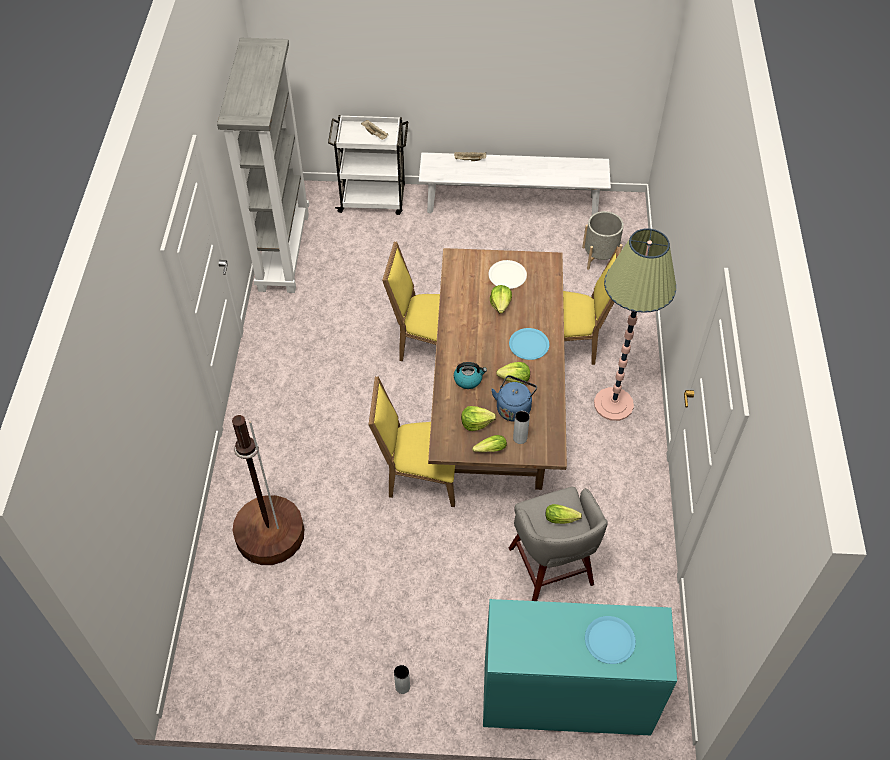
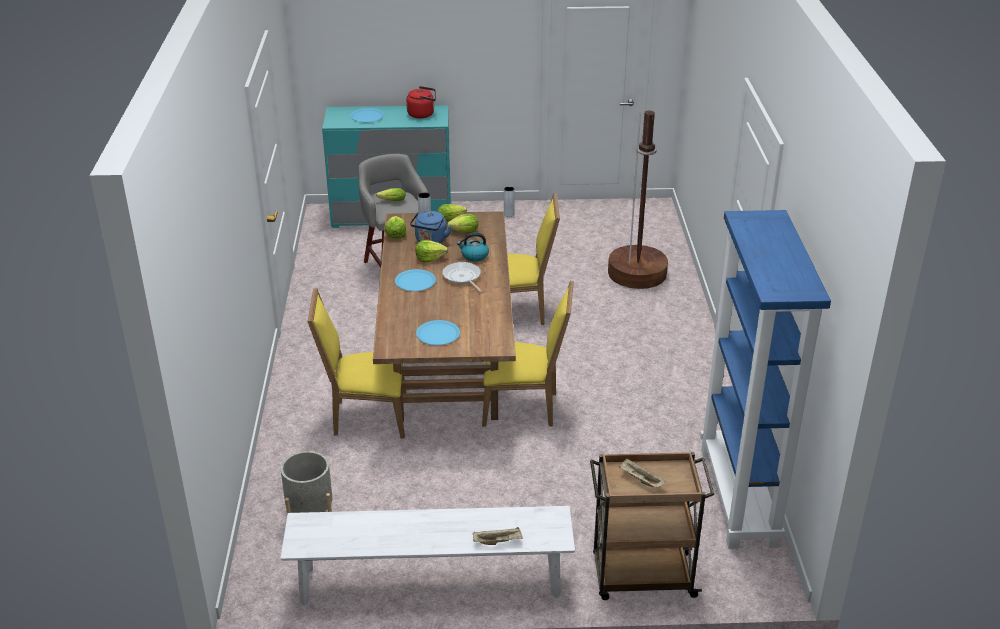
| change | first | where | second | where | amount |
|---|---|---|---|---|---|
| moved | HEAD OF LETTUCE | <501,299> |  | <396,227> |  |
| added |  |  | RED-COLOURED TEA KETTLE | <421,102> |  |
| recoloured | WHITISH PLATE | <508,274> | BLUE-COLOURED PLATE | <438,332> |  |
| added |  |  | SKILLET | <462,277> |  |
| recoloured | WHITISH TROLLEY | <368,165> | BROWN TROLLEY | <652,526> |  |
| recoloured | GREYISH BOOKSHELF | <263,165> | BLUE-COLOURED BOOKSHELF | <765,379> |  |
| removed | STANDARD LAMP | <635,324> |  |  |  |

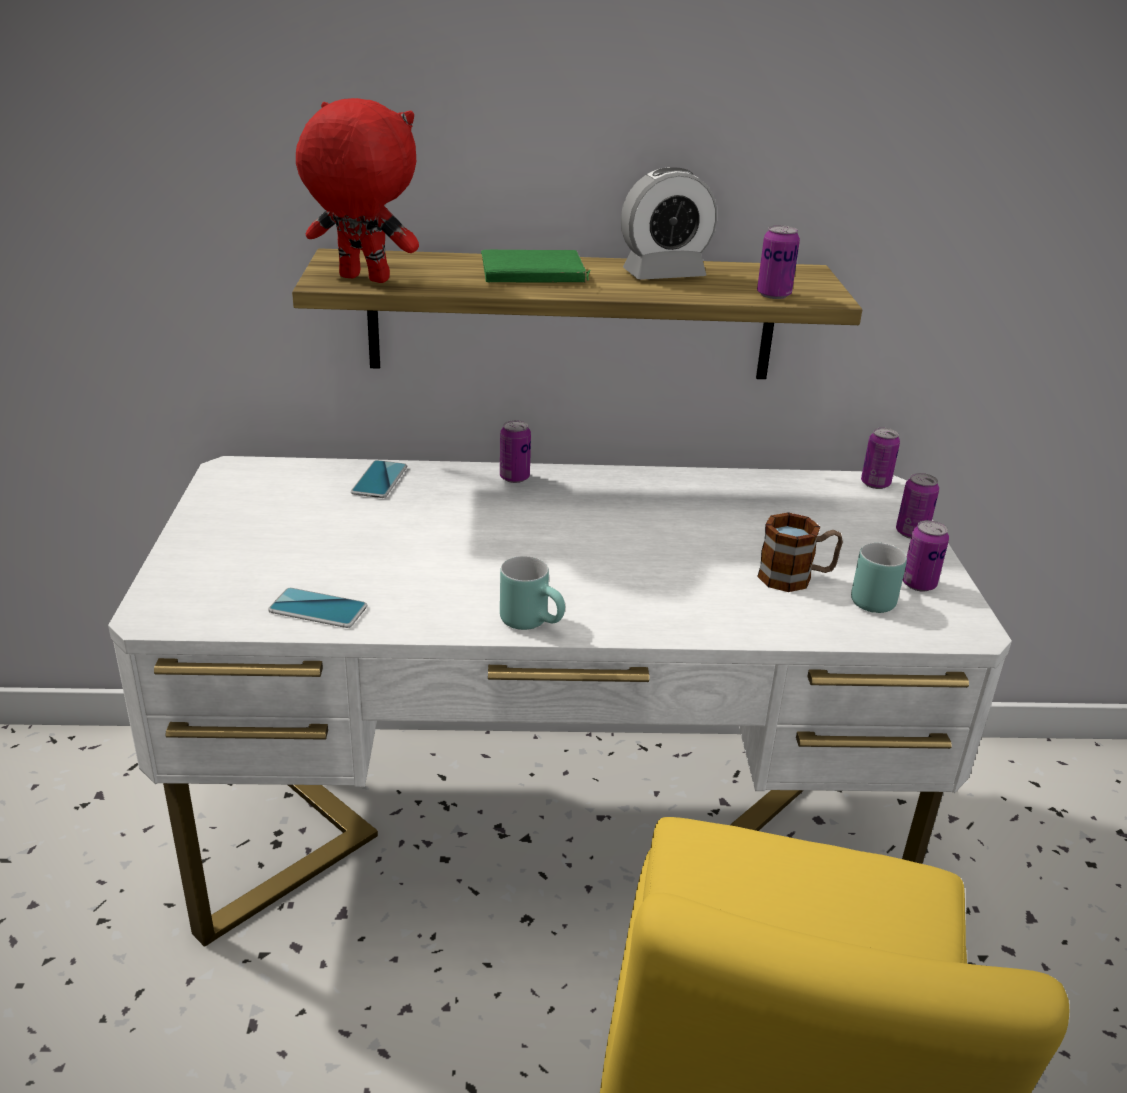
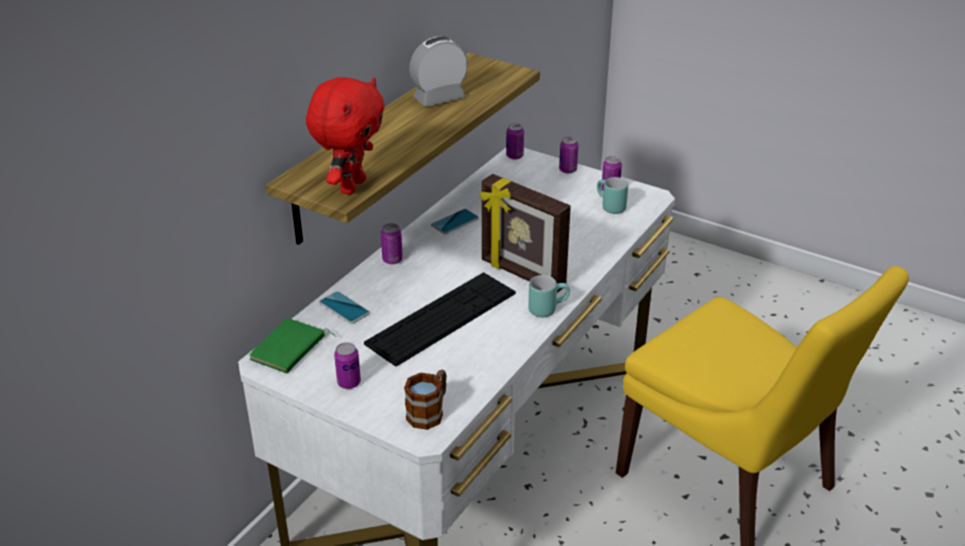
| change | first | where | second | where | amount |
|---|---|---|---|---|---|
| moved | GREENISH BOOK | <536,266> |  | <292,346> |  |
| turned | RED-COLOURED PLUSH TOY | <357,190> |  | <345,135> | 150 degrees clockwise |
| moved | SEALED CAN | <778,262> |  | <347,365> |  |
| added |  |  | KEYBOARD | <440,319> |  |
| moved | COFFEE MUG | <800,552> |  | <425,400> |  |
| turned | TABLE CLOCK | <669,223> |  | <438,71> | 135 degrees counterclockwise |
| moved | PHONE | <317,608> |  | <455,221> |  |
| added |  |  | STANDING FRAME | <525,233> |  |

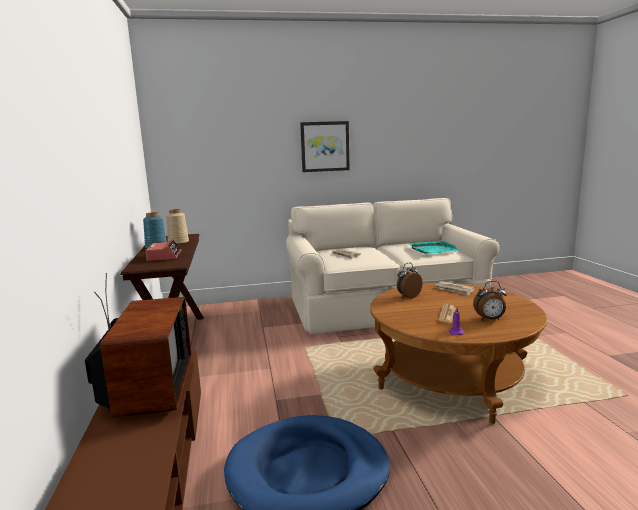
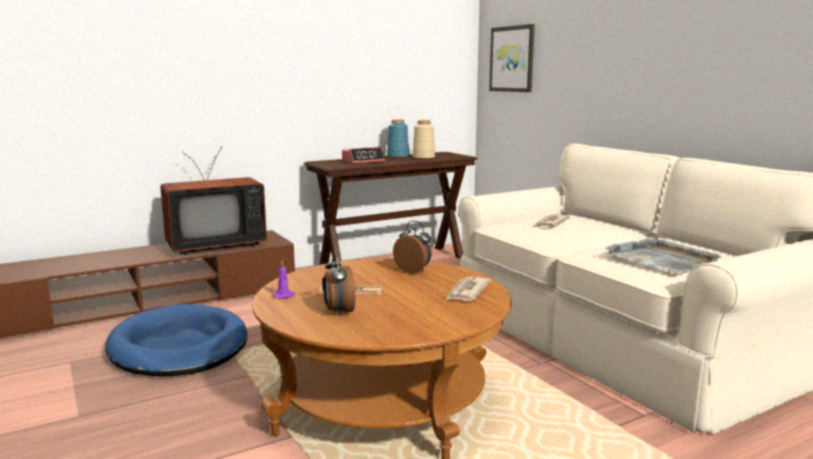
| change | first | where | second | where | amount |
|---|---|---|---|---|---|
| moved | PICTURE | <325,146> |  | <512,58> |  |
| recoloured | BLUE-GREEN SERVING TRAY | <434,247> | GREYISH SERVING TRAY | <663,255> |  |

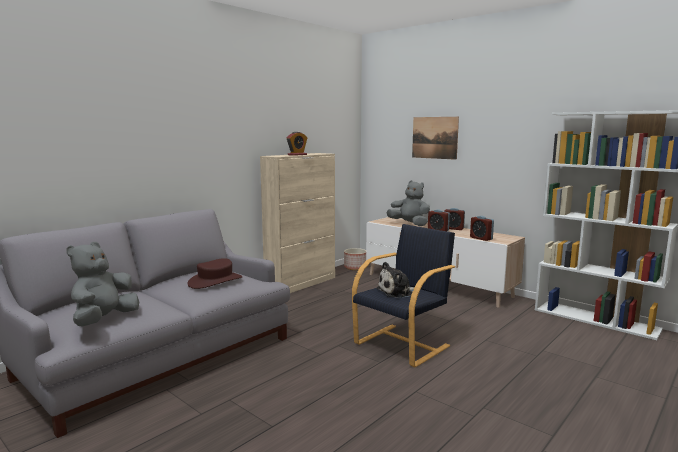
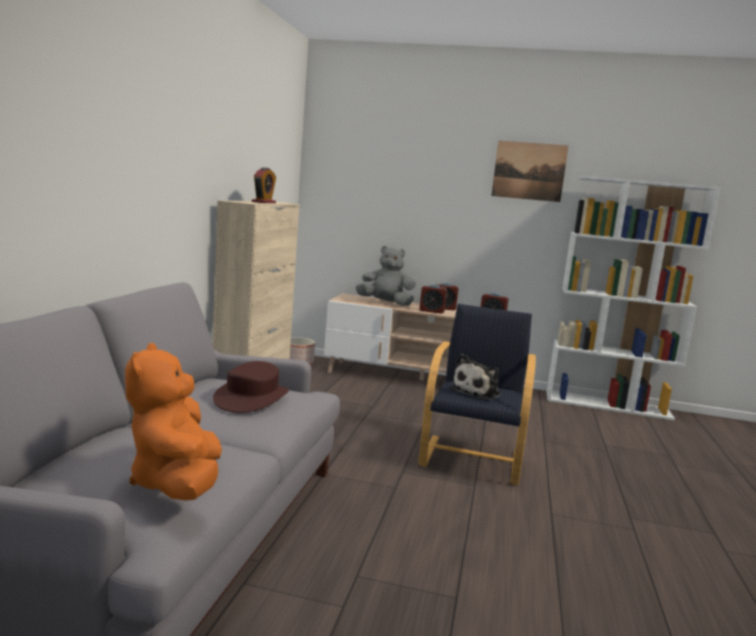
| change | first | where | second | where | amount |
|---|---|---|---|---|---|
| recoloured | GREYISH PLUSH TOY | <102,284> | ORANGE-COLOURED PLUSH TOY | <173,421> |  |
| moved | PICTURE | <435,138> |  | <530,171> |  |

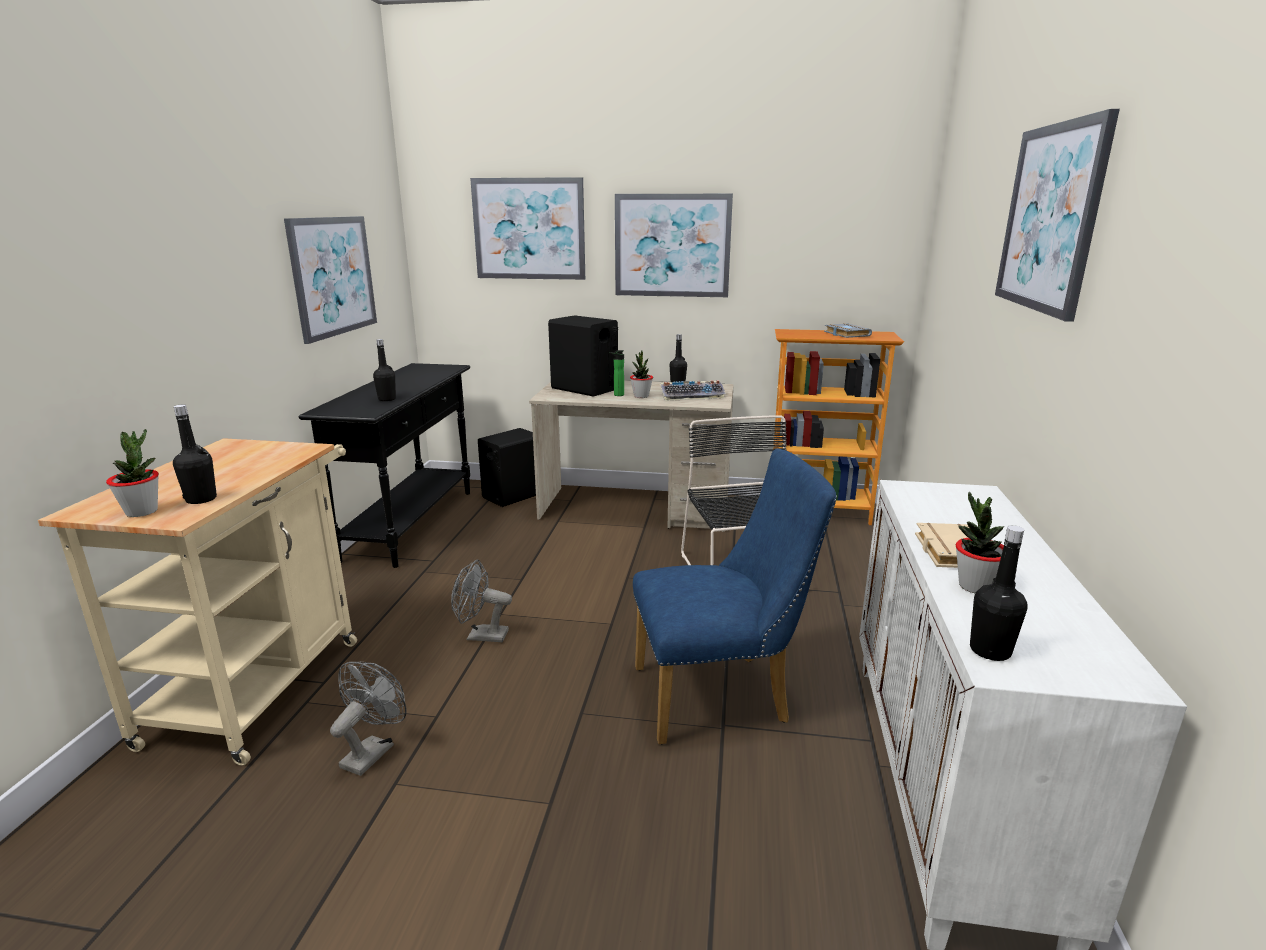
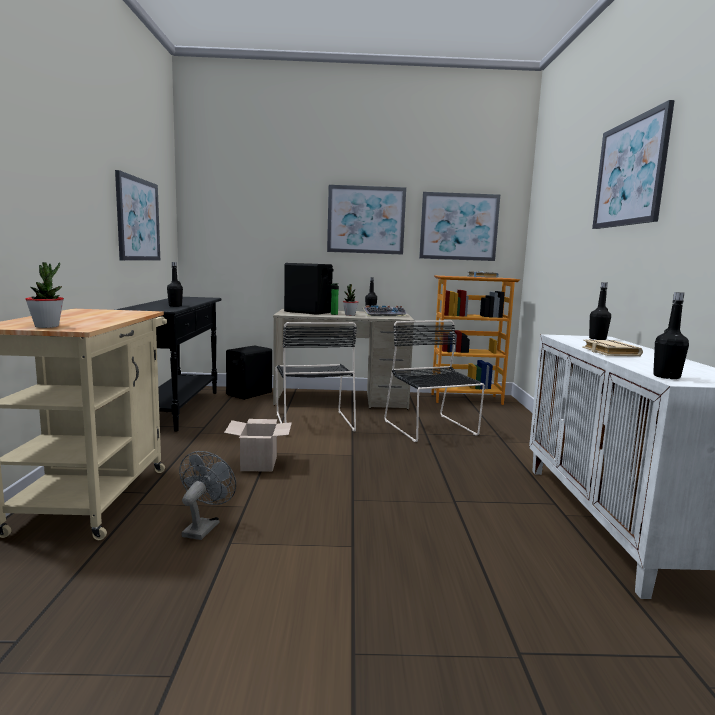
| change | first | where | second | where | amount |
|---|---|---|---|---|---|
| replaced | GREYISH ELECTRIC FAN | <481,601> | CARTON | <258,445> |  |
| added |  |  | BLACK CHAIR | <316,376> |  |
| moved | PICTURE | <527,228> |  | <459,226> |  |
| moved | BLACK BOTTLE | <195,454> |  | <600,311> |  |
| removed | BLUE-COLOURED CHAIR | <735,596> |  |  |  |
| removed | PLANT IN A POT | <980,542> |  |  |  |

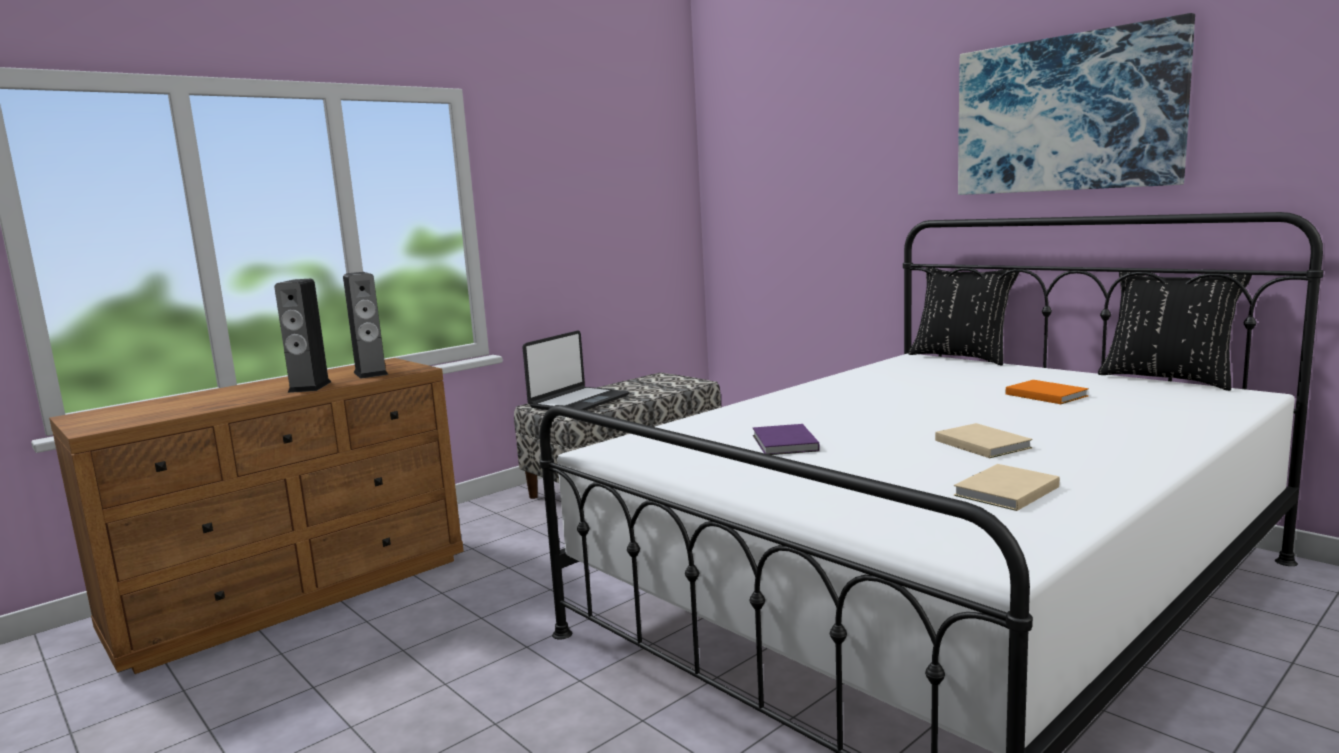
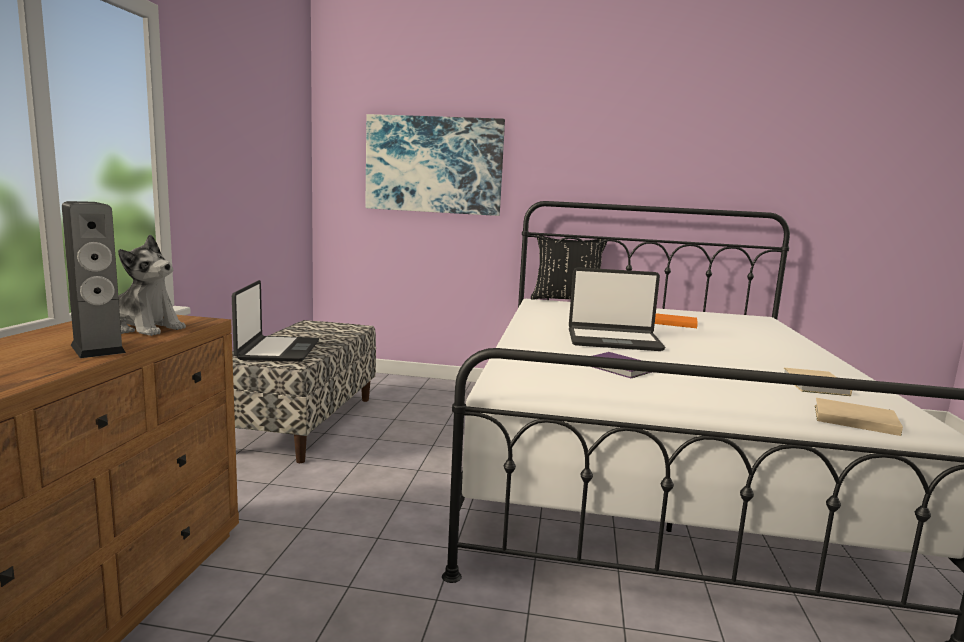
| change | first | where | second | where | amount |
|---|---|---|---|---|---|
| replaced | AUDIO SPEAKER | <365,325> | PLUSH TOY | <152,285> |  |
| moved | PICTURE | <1076,104> |  | <435,165> |  |
| added |  |  | PORTABLE COMPUTER | <617,309> |  |
| moved | BEIGE BOOK | <984,440> |  | <859,417> |  |
| removed | BLACK PILLOW | <1175,331> |  |  |  |

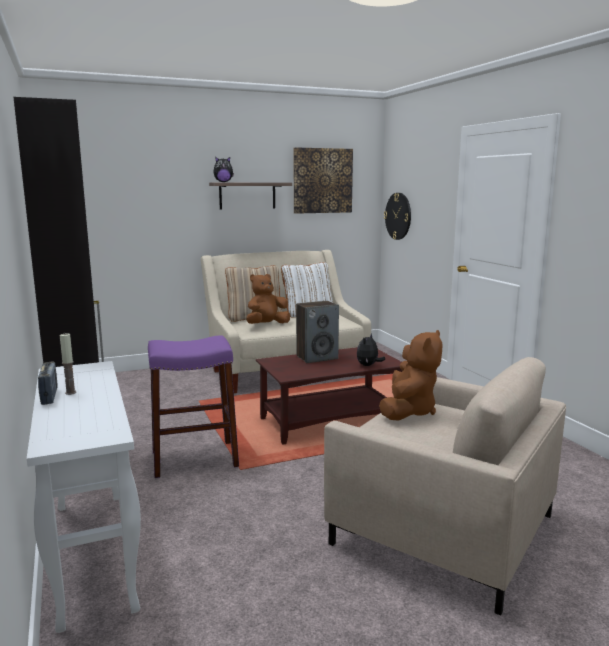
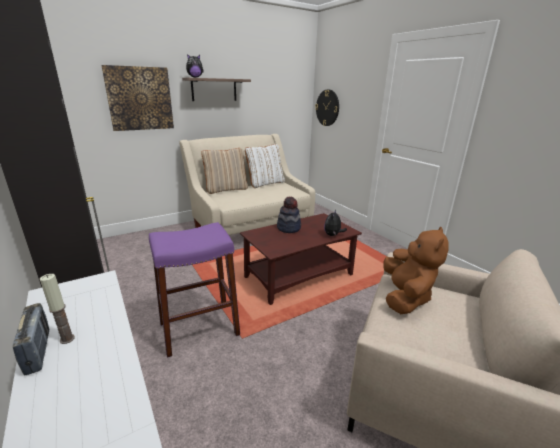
| change | first | where | second | where | amount |
|---|---|---|---|---|---|
| moved | PICTURE | <323,180> |  | <137,98> |  |
| replaced | AUDIO SPEAKER | <317,332> | CLOTHING HAT | <289,214> |  |
| removed | BROWN PLUSH TOY | <268,299> |  |  |  |

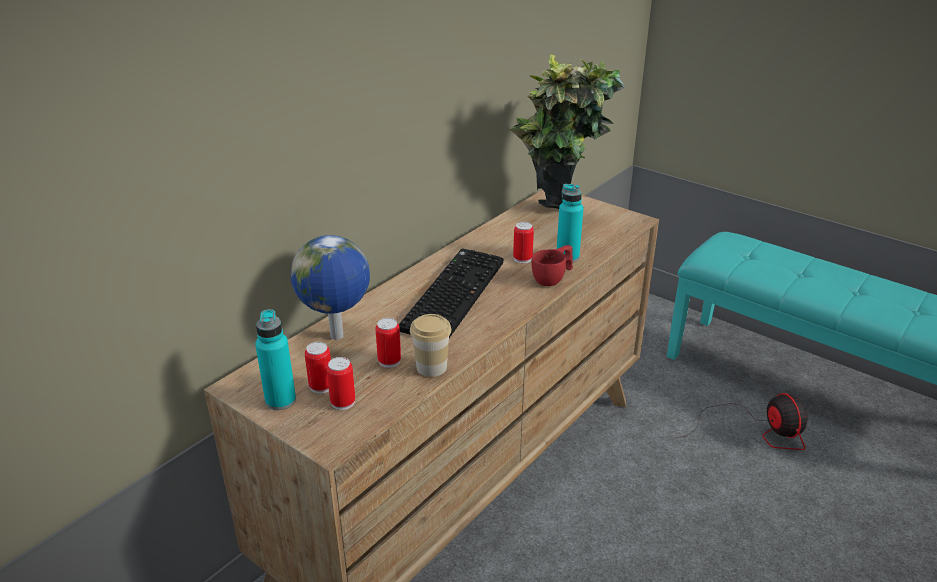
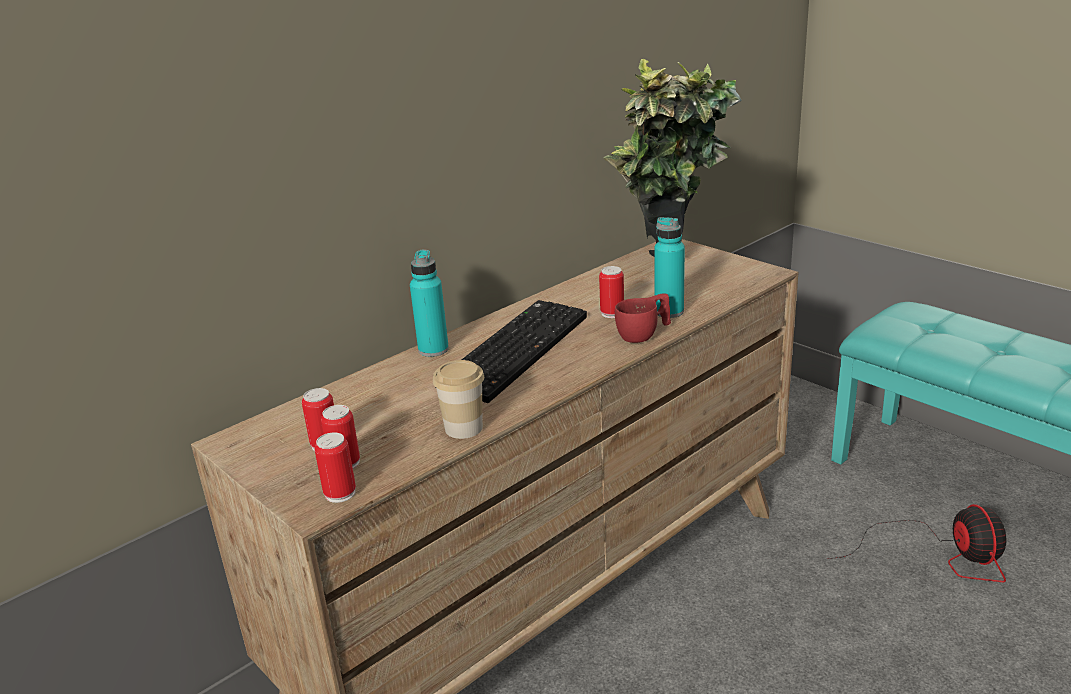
| change | first | where | second | where | amount |
|---|---|---|---|---|---|
| moved | SEALED CAN | <388,343> |  | <335,467> |  |
| moved | BLUE-GREEN BOTTLE | <275,359> |  | <429,303> |  |
| removed | WORLD GLOBE | <330,287> |  |  |  |

